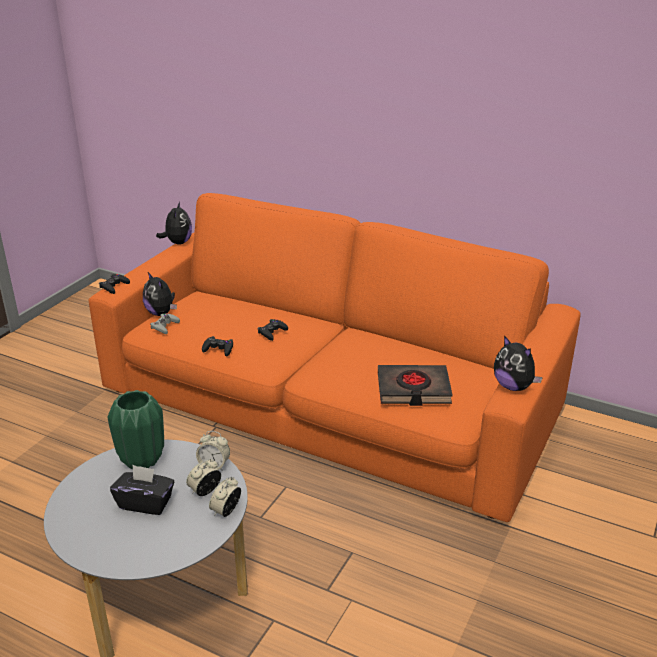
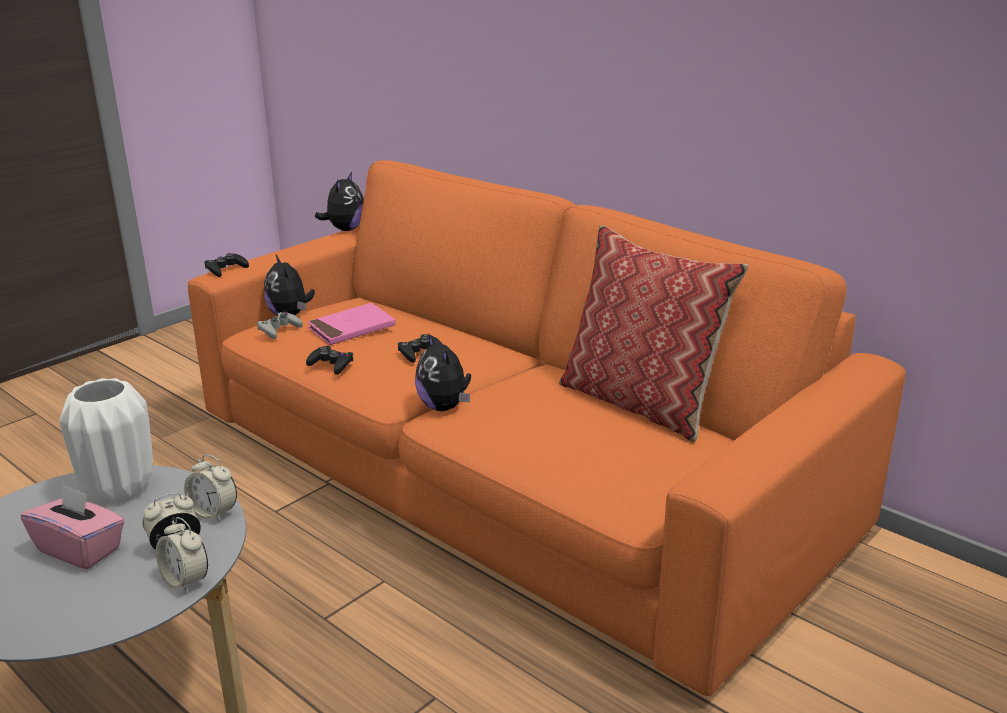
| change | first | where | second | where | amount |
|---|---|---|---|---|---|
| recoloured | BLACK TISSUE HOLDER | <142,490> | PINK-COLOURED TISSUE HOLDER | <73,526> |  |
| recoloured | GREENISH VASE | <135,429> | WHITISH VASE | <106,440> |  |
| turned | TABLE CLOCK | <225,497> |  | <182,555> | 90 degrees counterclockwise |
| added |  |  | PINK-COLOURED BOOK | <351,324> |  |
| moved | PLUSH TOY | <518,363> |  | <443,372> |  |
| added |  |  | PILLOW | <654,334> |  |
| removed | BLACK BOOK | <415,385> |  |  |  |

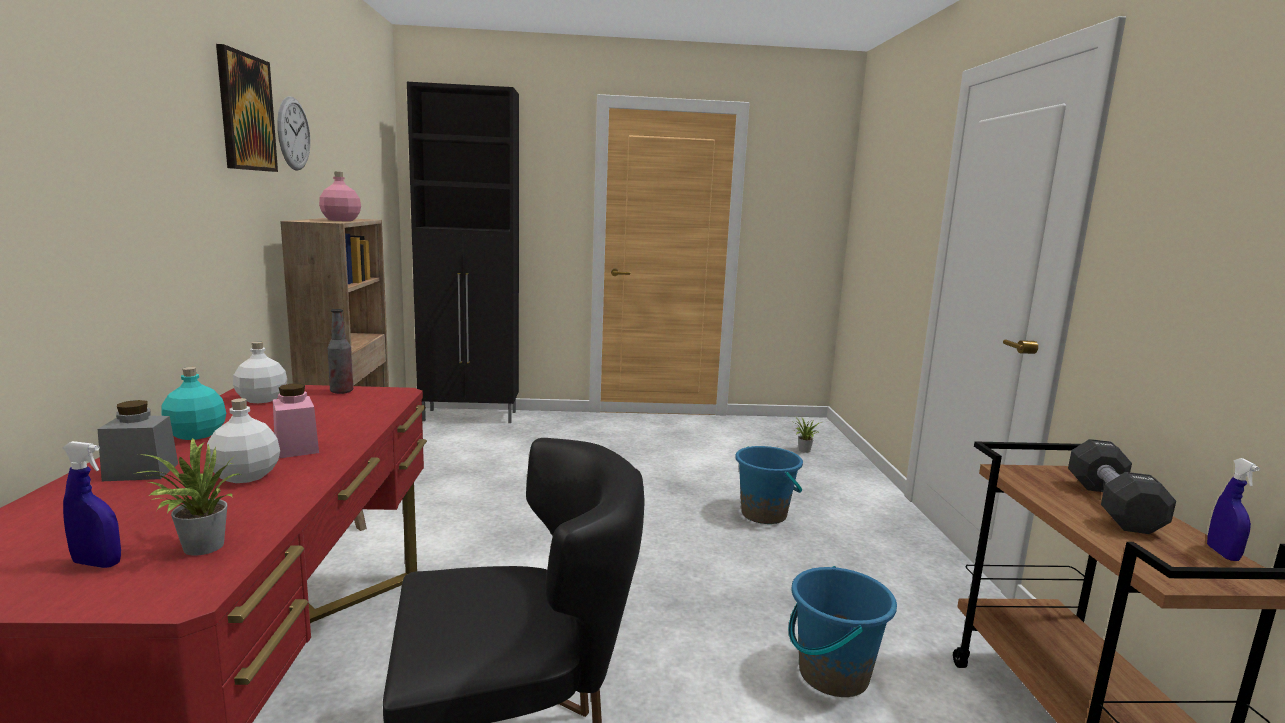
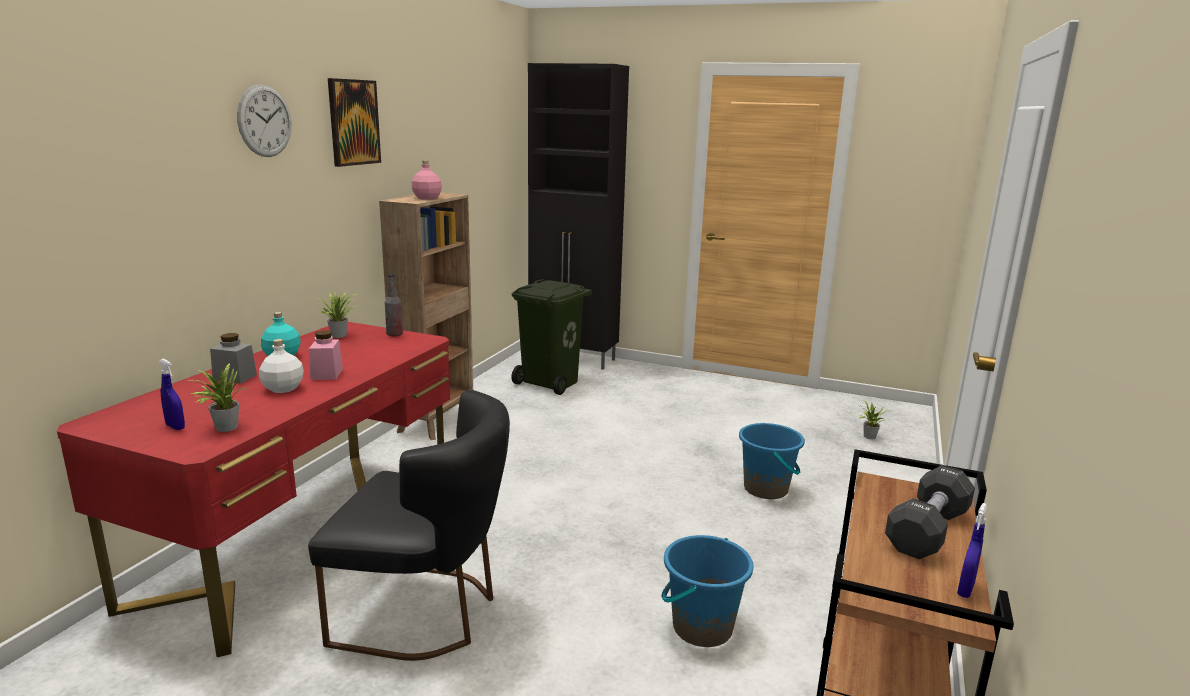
| change | first | where | second | where | amount |
|---|---|---|---|---|---|
| moved | CLOCK ON THE WALL | <293,134> |  | <264,120> |  |
| replaced | WHITISH BOTTLE | <260,372> | PLANT IN A POT | <337,315> |  |
| added |  |  | GREENISH TRASH CAN | <551,337> |  |

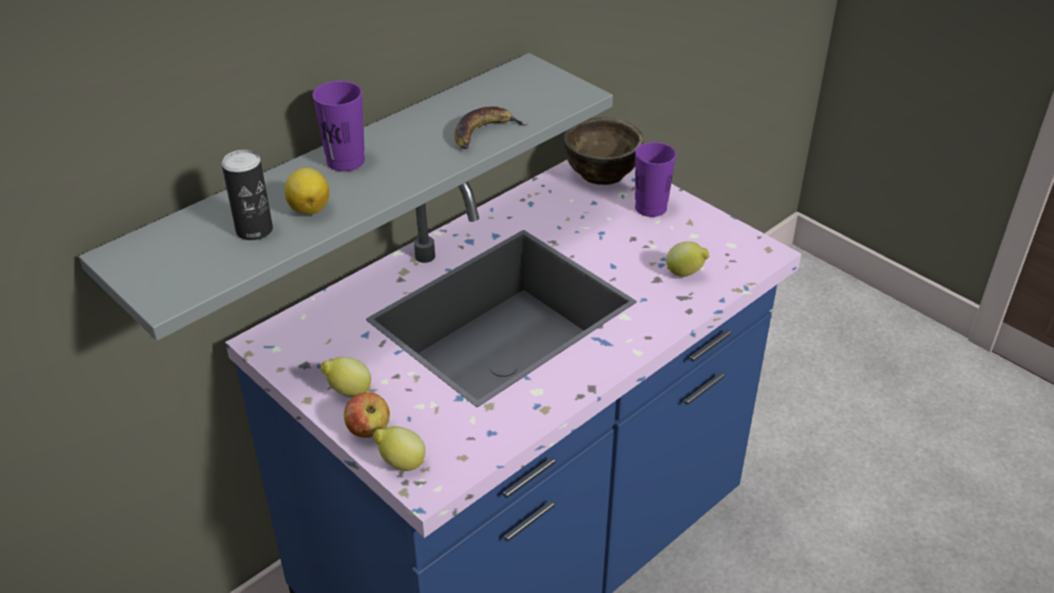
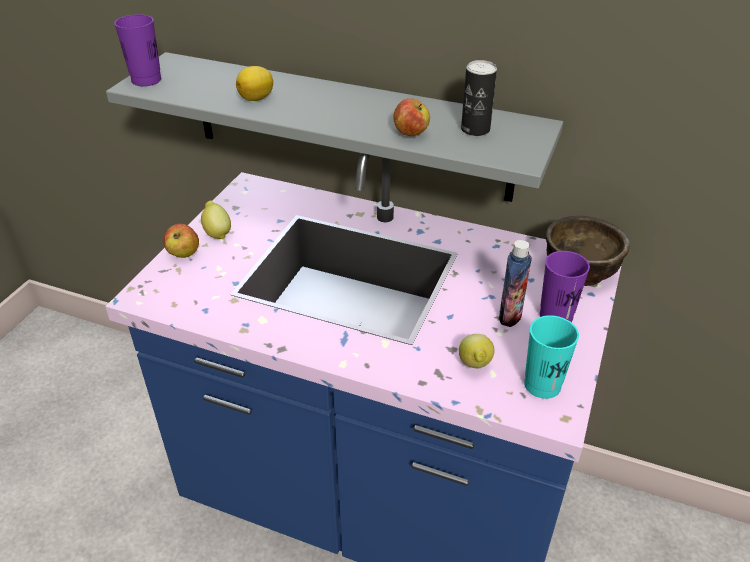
| change | first | where | second | where | amount |
|---|---|---|---|---|---|
| moved | PURPLISH SMALL CUP | <338,126> |  | <137,50> |  |
| replaced | BANANA FRUIT | <491,127> | WHOLE APPLE | <411,117> |  |
| moved | SEALED CAN | <247,195> |  | <479,98> |  |
| added |  |  | BOTTLE | <515,283> |  |
| added |  |  | BLUE-GREEN SMALL CUP | <551,357> |  |
| removed | LEMON | <399,448> |  |  |  |

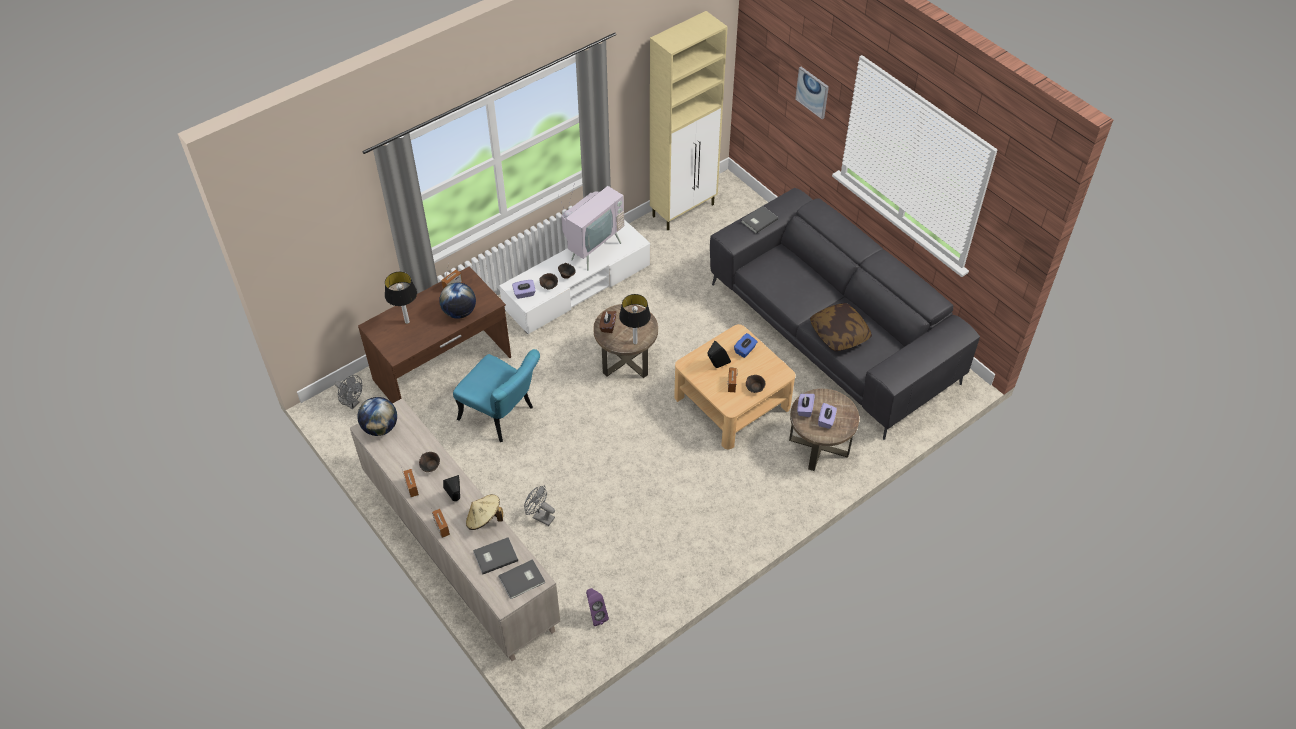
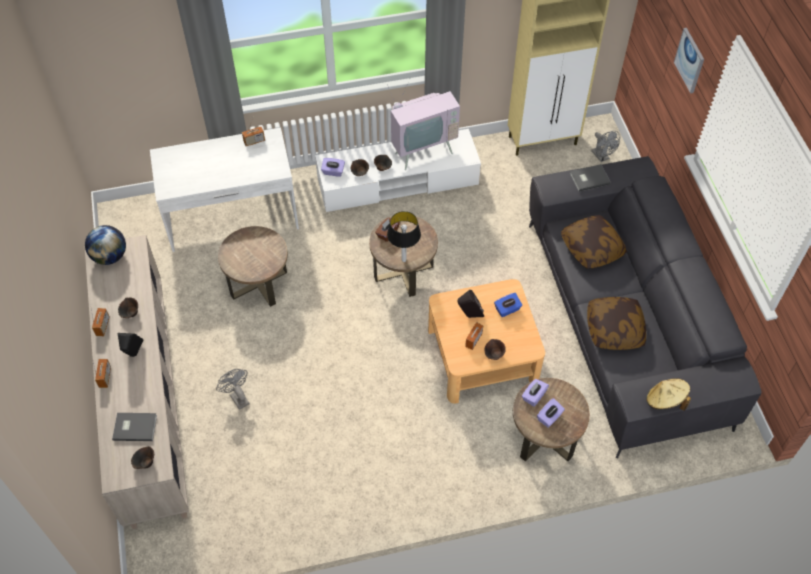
| change | first | where | second | where | amount |
|---|---|---|---|---|---|
| replaced | GREYISH BOOK | <521,579> | BROWN DEEP DISH | <142,457> |  |
| recoloured | BROWN DESK UNIT | <434,335> | WHITISH DESK UNIT | <224,189> |  |
| replaced | BLUE-GREEN CHAIR | <496,395> | BROWN ACCENT TABLE | <253,266> |  |
| added |  |  | PILLOW | <594,242> |  |
| moved | GREYISH ELECTRIC FAN | <348,392> |  | <605,146> |  |
| moved | BEIGE CLOTHING HAT | <484,512> |  | <669,394> |  |
| removed | TABLE LAMP | <401,298> |  |  |  |
| removed | WORLD GLOBE | <457,300> |  |  |  |
| removed | PURPLISH AUDIO SPEAKER | <597,607> |  |  |  |

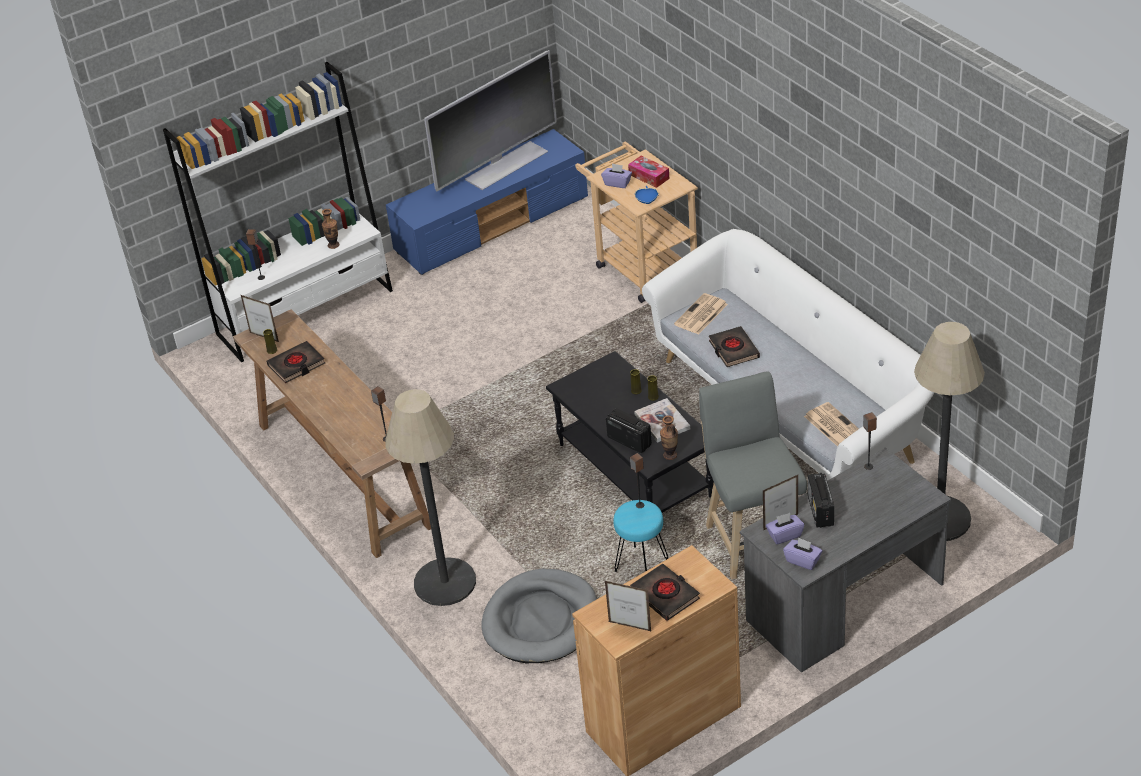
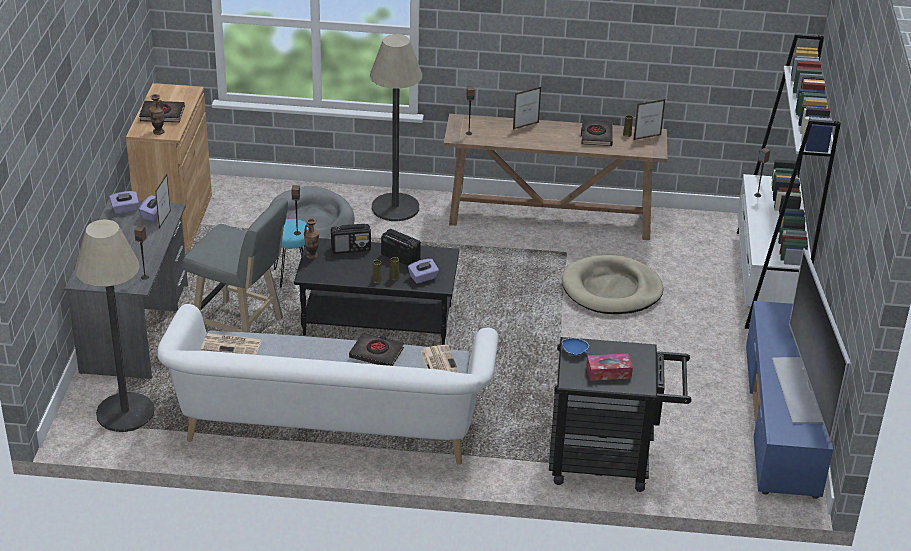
| change | first | where | second | where | amount |
|---|---|---|---|---|---|
| moved | VASE | <330,229> |  | <157,114> |  |
| moved | RADIO RECEIVER | <821,500> |  | <401,247> |  |
| moved | PURPLISH TISSUE HOLDER | <616,175> |  | <423,271> |  |
| moved | STANDING FRAME | <628,606> |  | <527,108> |  |
| recoloured | BEIGE TROLLEY | <636,222> | BLACK TROLLEY | <620,414> |  |
| added |  |  | BEIGE PET BED | <612,284> |  |
| removed | BOOK | <662,420> |  |  |  |

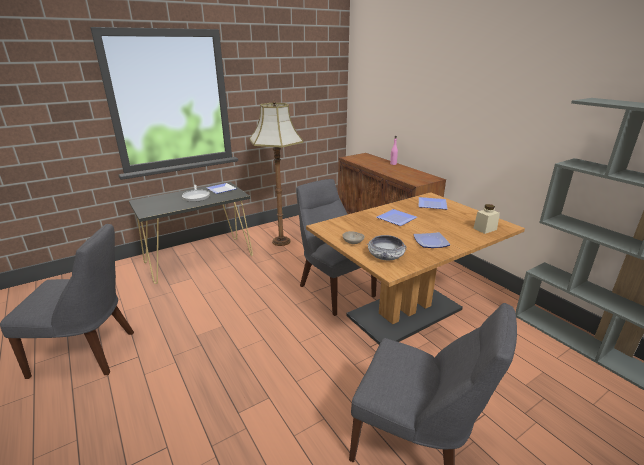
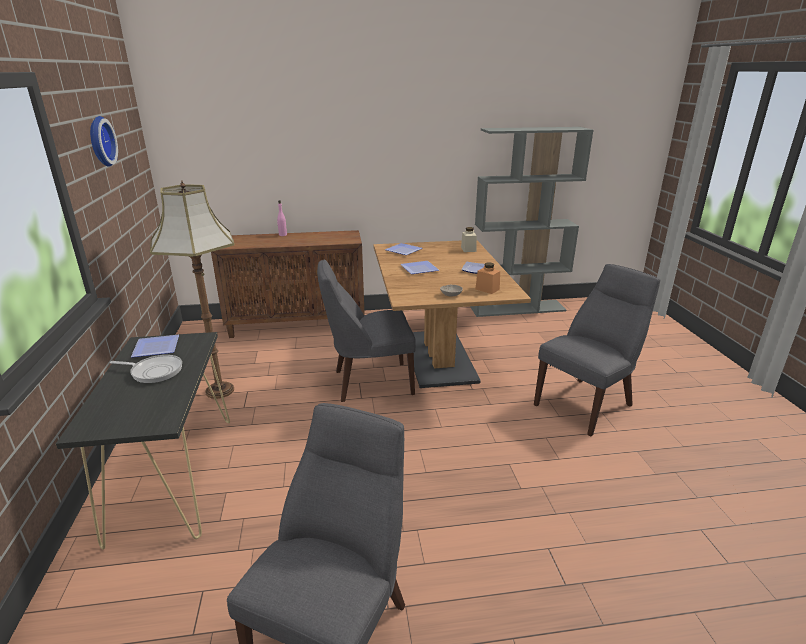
| change | first | where | second | where | amount |
|---|---|---|---|---|---|
| added |  |  | CLOCK ON THE WALL | <104,141> |  |
| replaced | DEEP DISH | <387,247> | ORANGE-COLOURED PRESERVE JAR | <487,278> |  |

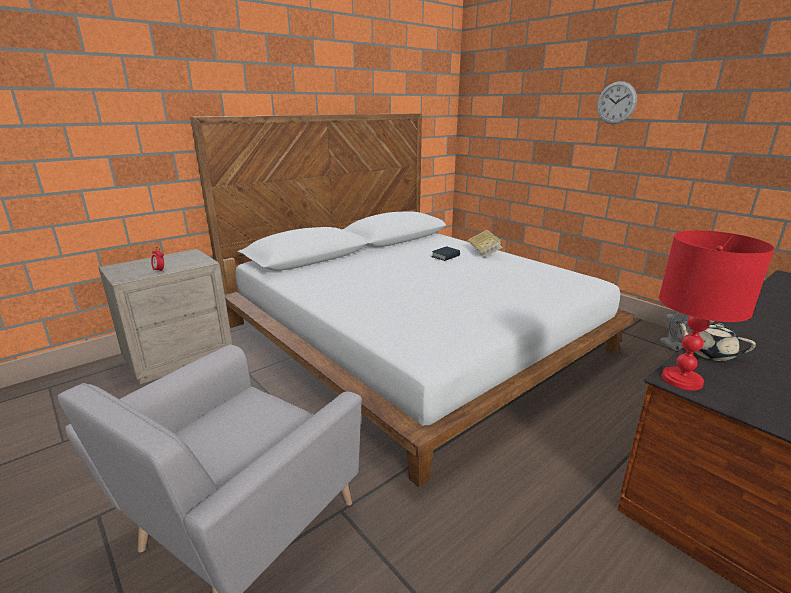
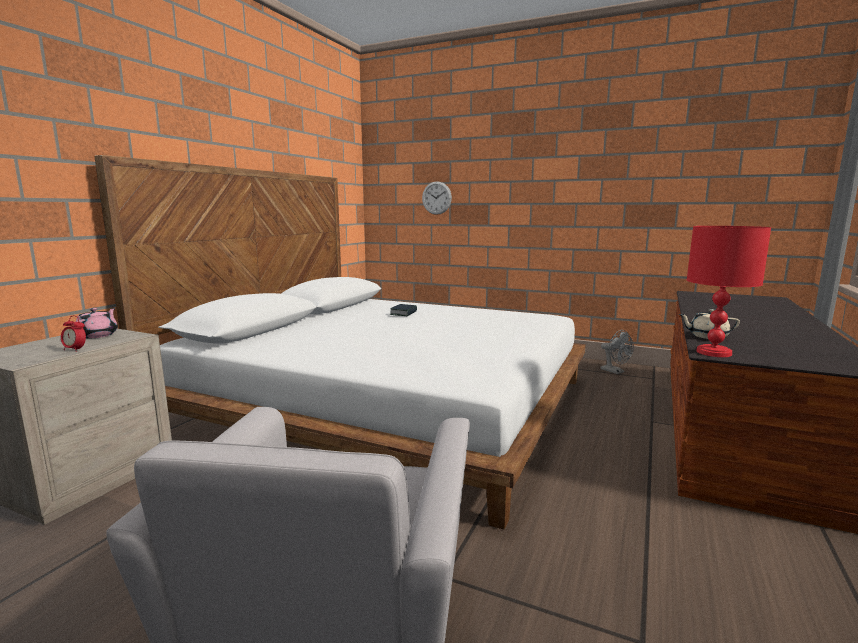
| change | first | where | second | where | amount |
|---|---|---|---|---|---|
| added |  |  | PINK-COLOURED TEAPOT | <97,323> |  |
| moved | CLOCK ON THE WALL | <617,102> |  | <437,198> |  |
| removed | BOOK | <485,244> |  |  |  |

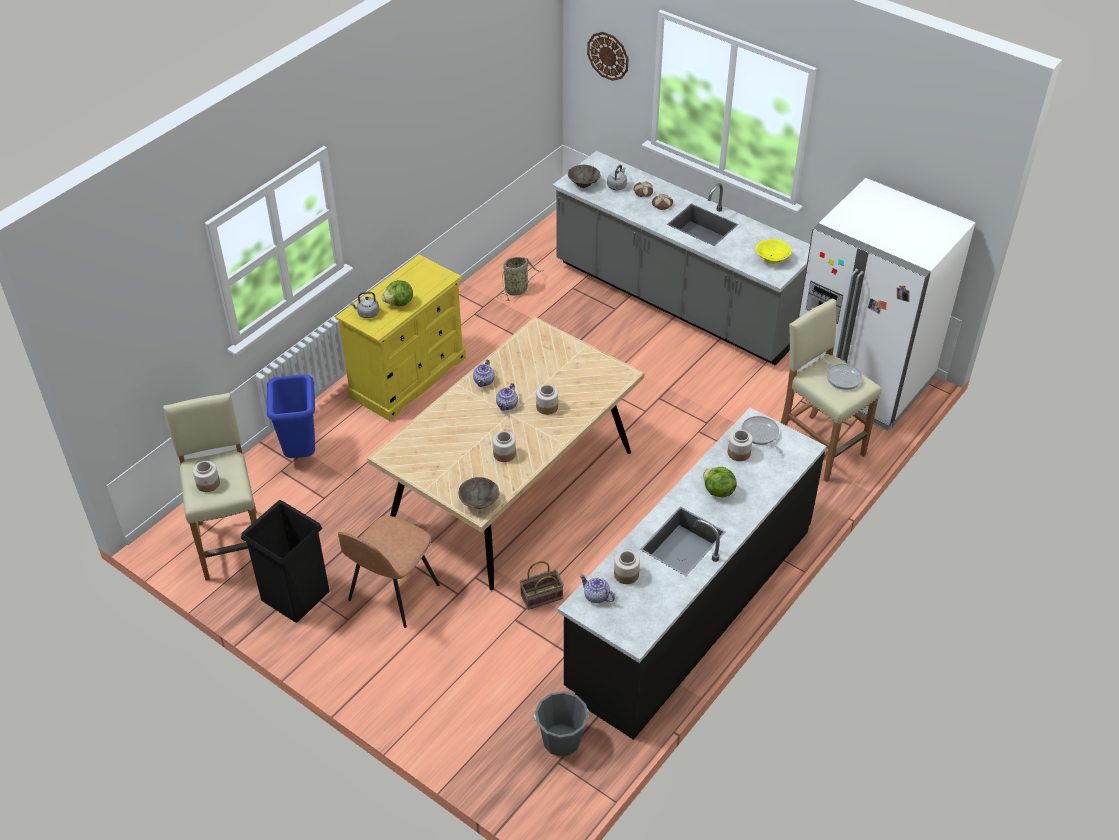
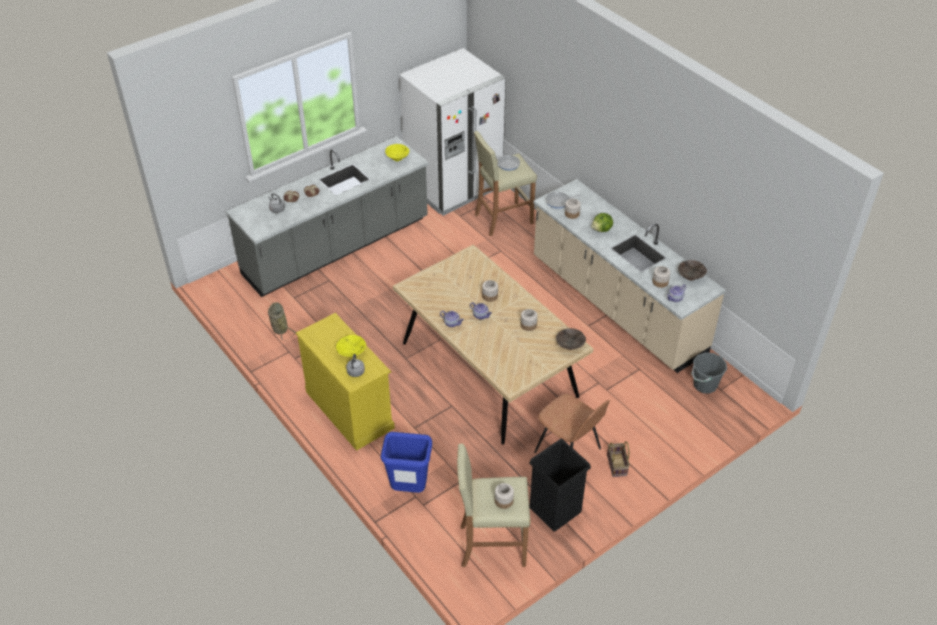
| change | first | where | second | where | amount |
|---|---|---|---|---|---|
| replaced | HEAD OF LETTUCE | <397,293> | YELLOWISH DEEP DISH | <351,346> |  |
| recoloured | BLACK COUNTER | <692,574> | BEIGE COUNTER | <629,276> |  |
| moved | BASKET | <542,585> |  | <618,459> |  |
| moved | BROWN DEEP DISH | <584,176> |  | <692,270> |  |
| removed | CLOCK ON THE WALL | <607,56> |  |  |  |

